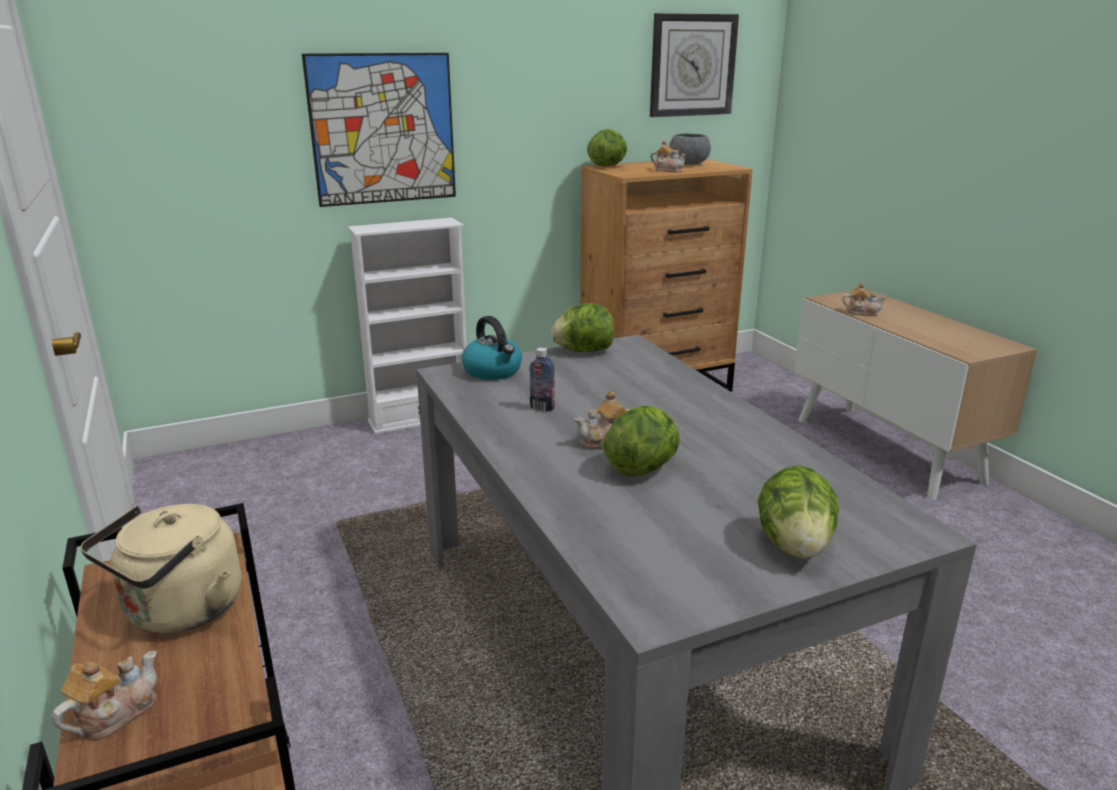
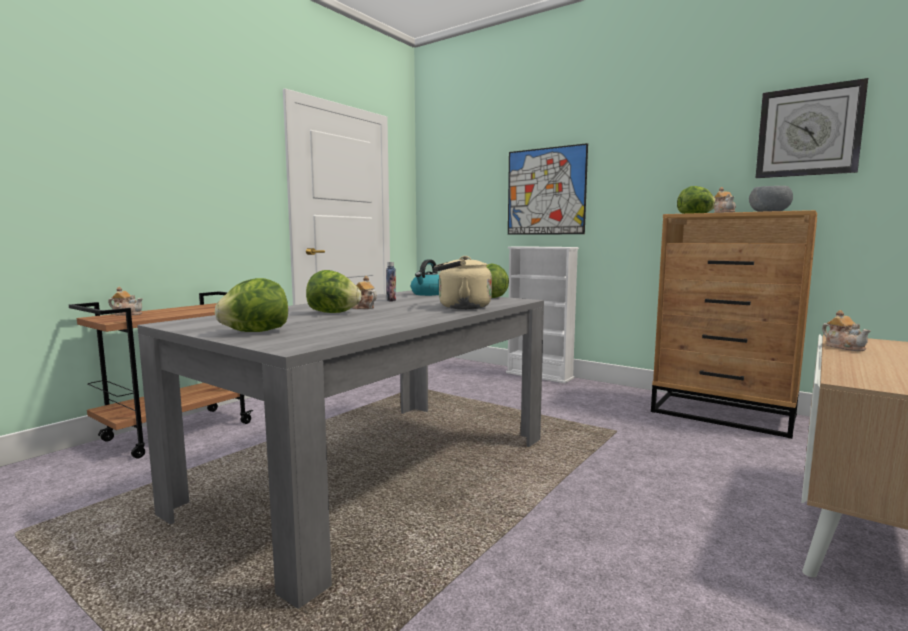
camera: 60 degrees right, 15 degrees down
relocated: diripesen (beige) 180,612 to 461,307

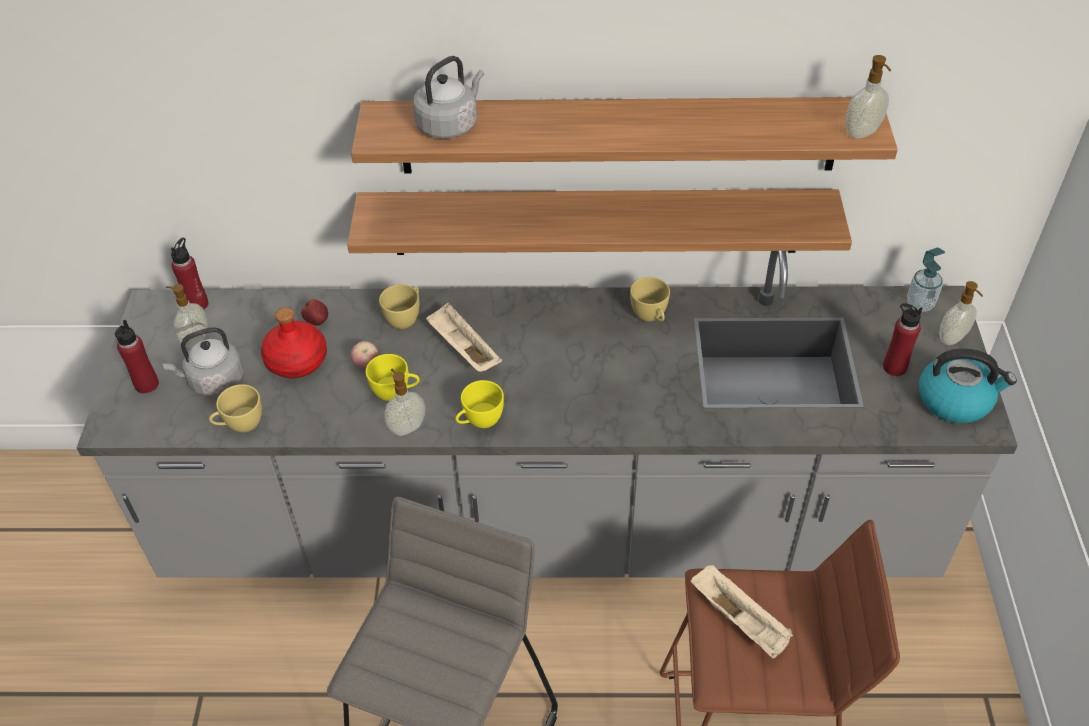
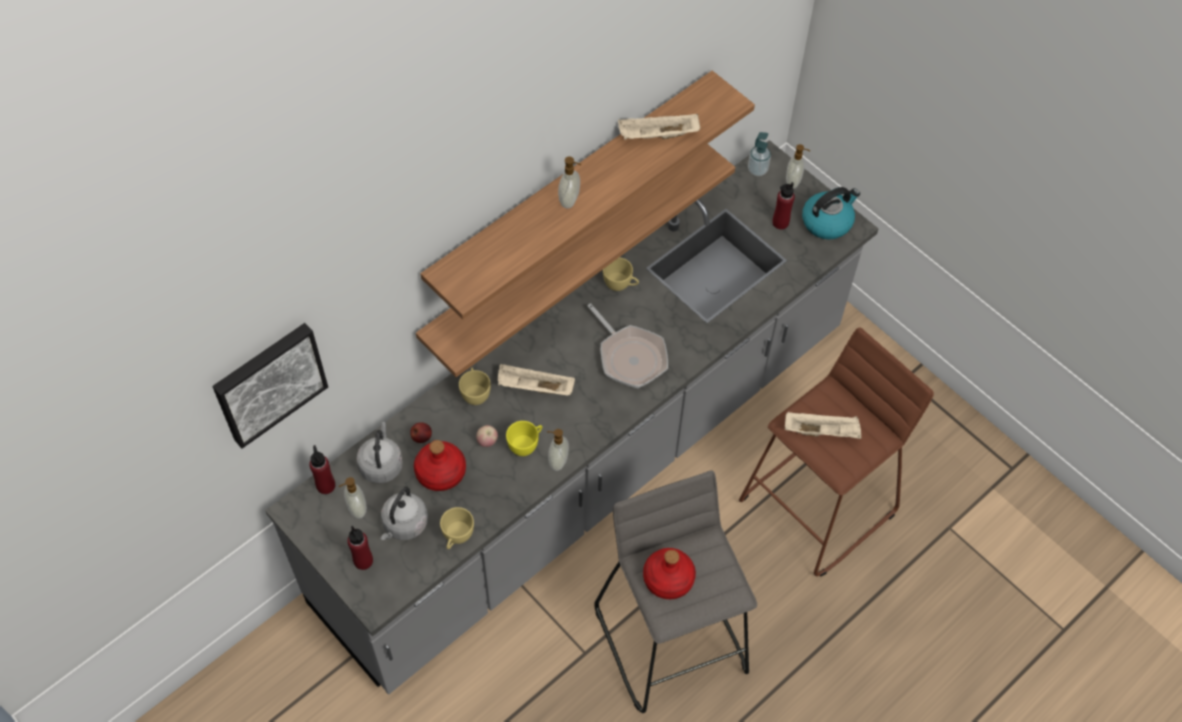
camera: 45 degrees left, 10 degrees up
missing: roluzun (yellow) 479,421
appeared: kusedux 268,382; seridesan 630,356; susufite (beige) 657,136; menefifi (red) 669,578
relocated: diripesen (grey) 450,124 to 381,464; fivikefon 862,133 to 570,200

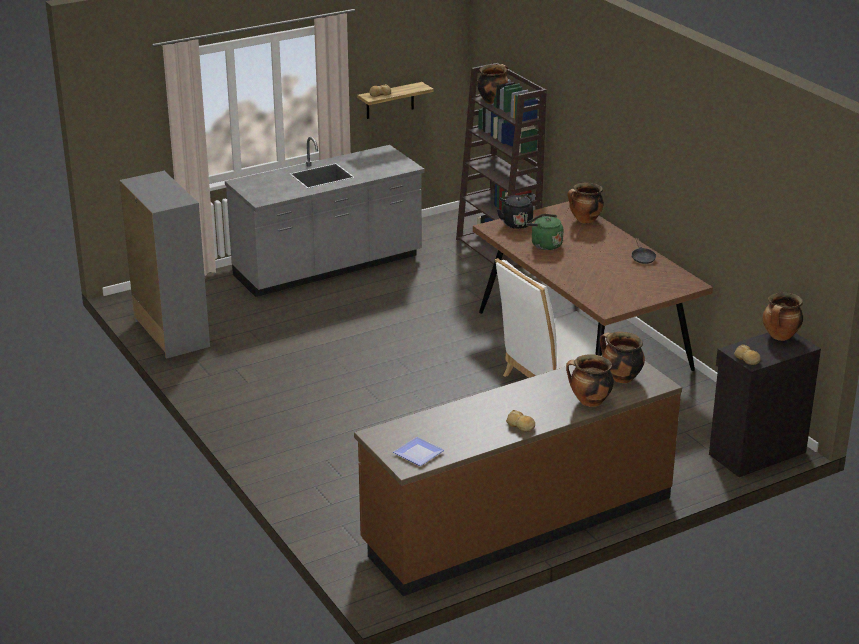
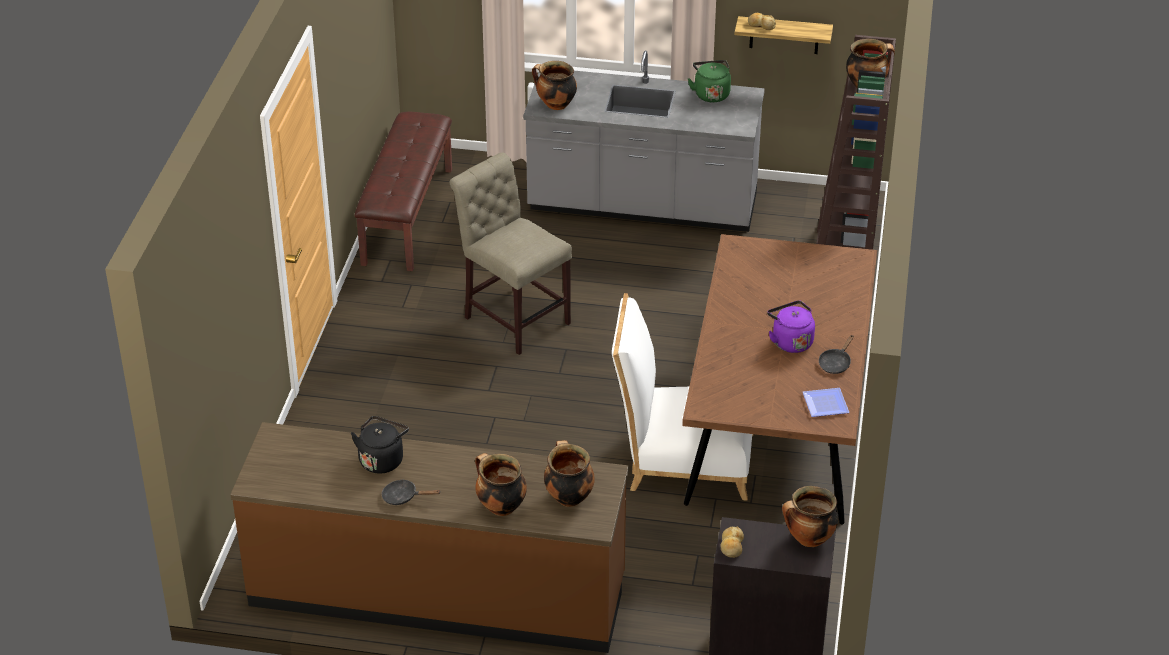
camera: 40 degrees right, 10 degrees up
appeared: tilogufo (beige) 513,317; diripesen (purple) 790,341
relocated: diripesen (black) 516,223 to 382,459; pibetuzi 584,220 to 555,105; diripesen (green) 544,245 to 711,94; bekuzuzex 416,453 to 823,403
exchanged: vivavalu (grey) 171,333 to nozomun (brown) 406,216; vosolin 520,425 to seridesan (black) 403,497

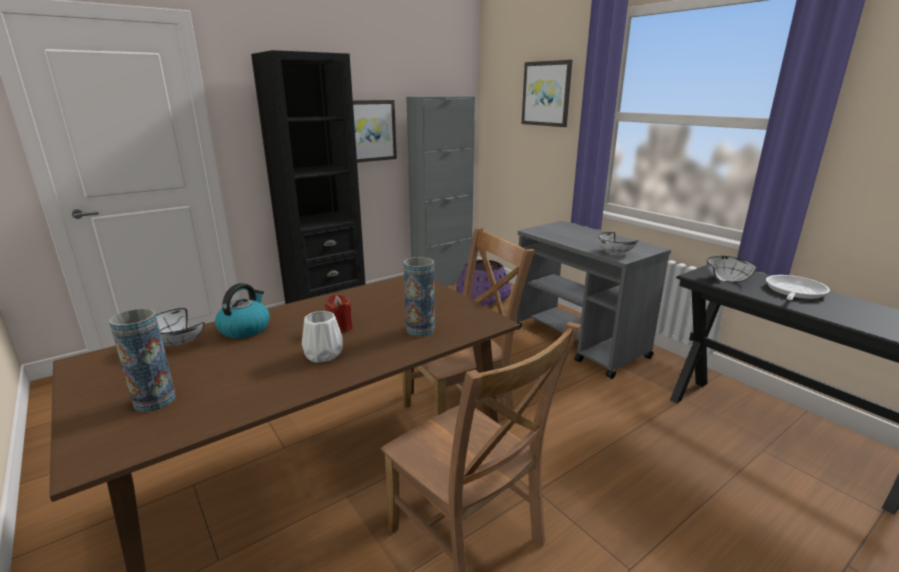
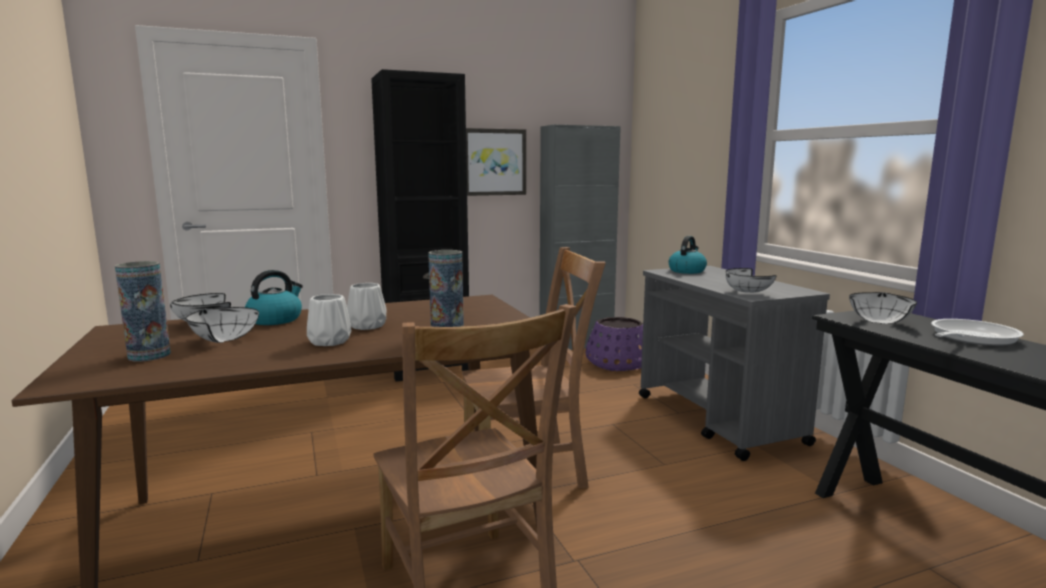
camera: 15 degrees right, 10 degrees down
missing: kusedux 546,94
appeared: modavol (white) 220,340; diripesen 687,271
exchanged: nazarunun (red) 340,328 to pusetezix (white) 366,326

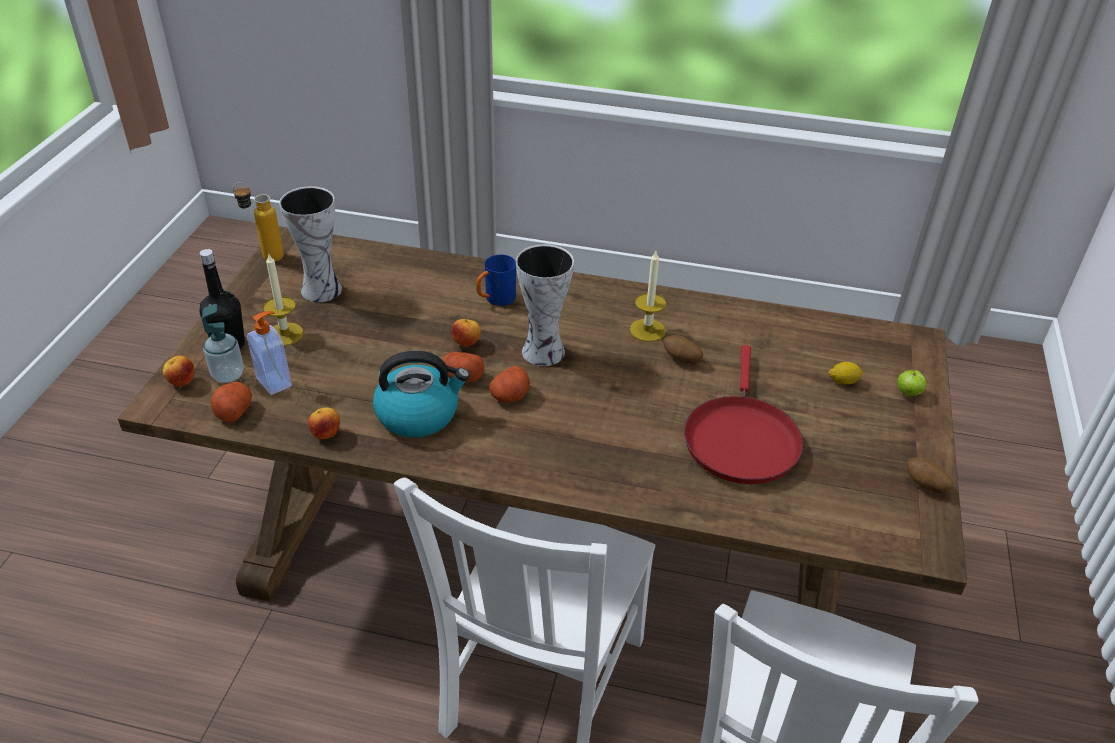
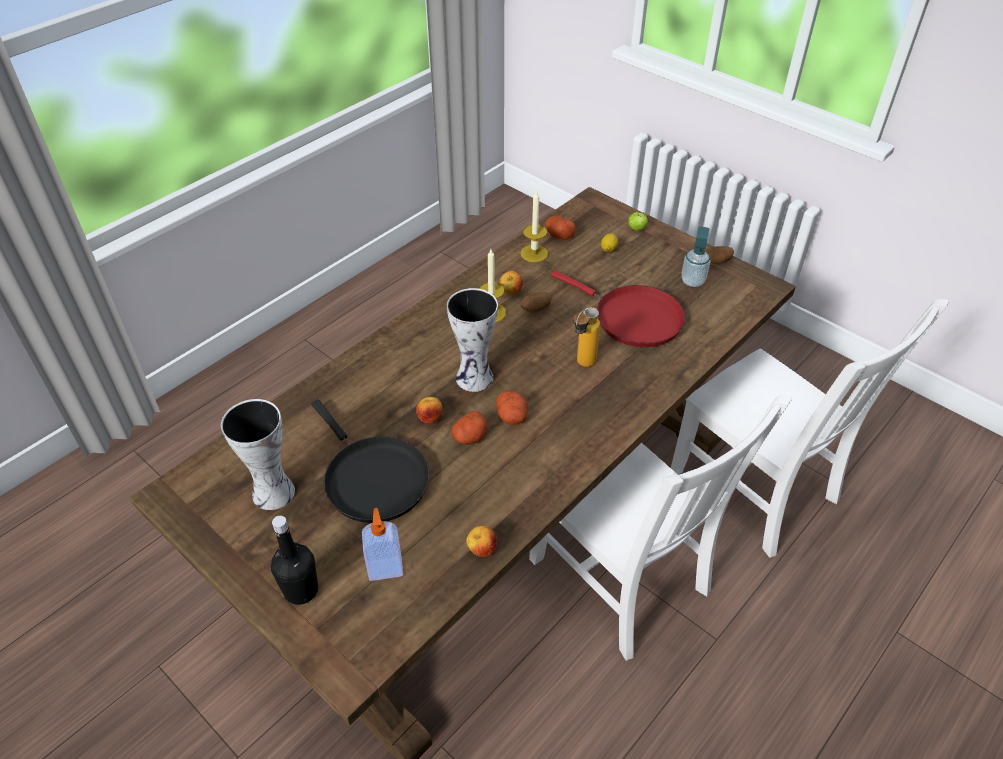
camera: 60 degrees left, 5 degrees up
missing: diripesen 419,414; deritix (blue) 495,300
appeared: seridesan (black) 372,479
relocated: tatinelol 182,382 to 511,292; nazarunun 285,334 to 534,253; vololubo 233,410 to 559,235; menefifi 265,256 to 581,365; fivikefon 228,375 to 693,281

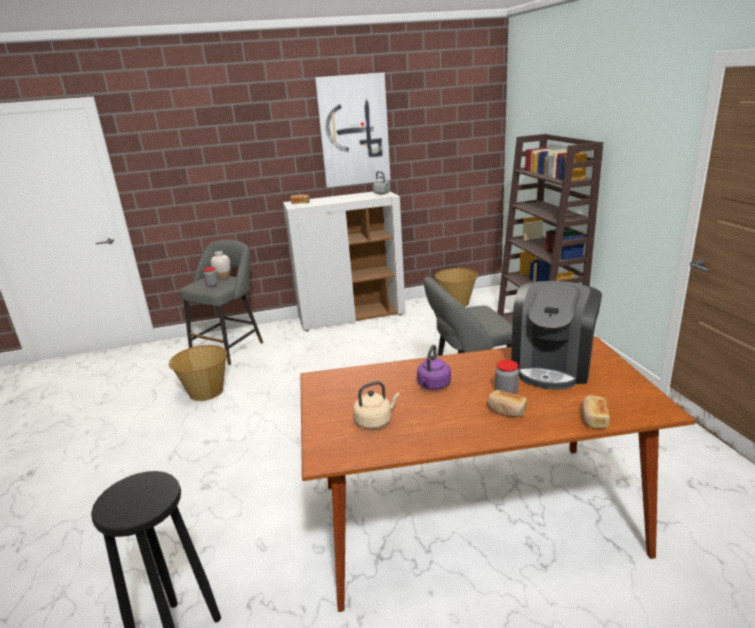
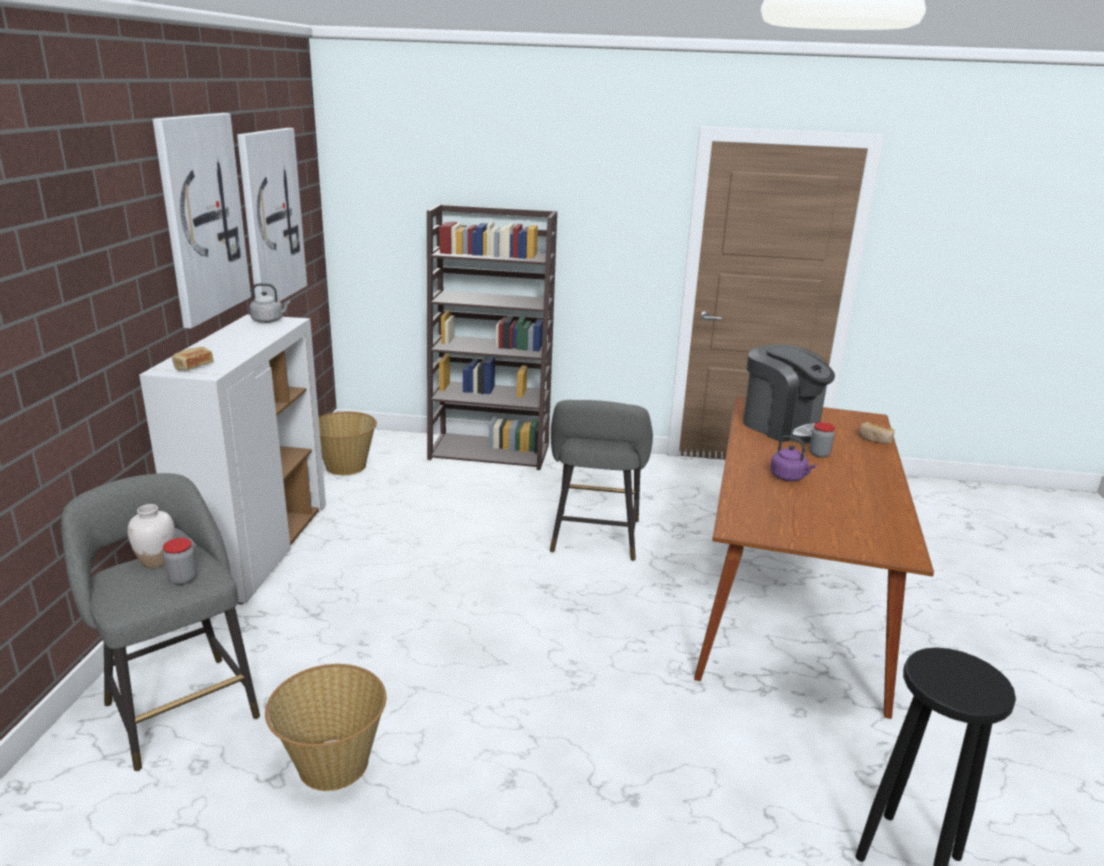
camera: 70 degrees left, 0 degrees up
missing: diripesen (beige) 375,421; vosolin 506,411
appeared: kusedux 271,217

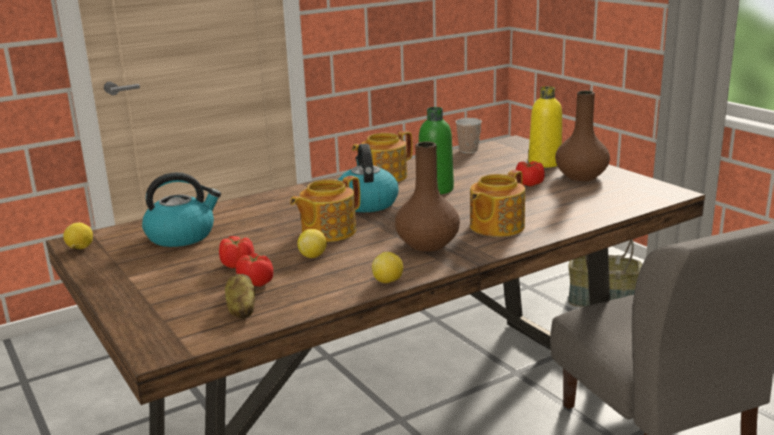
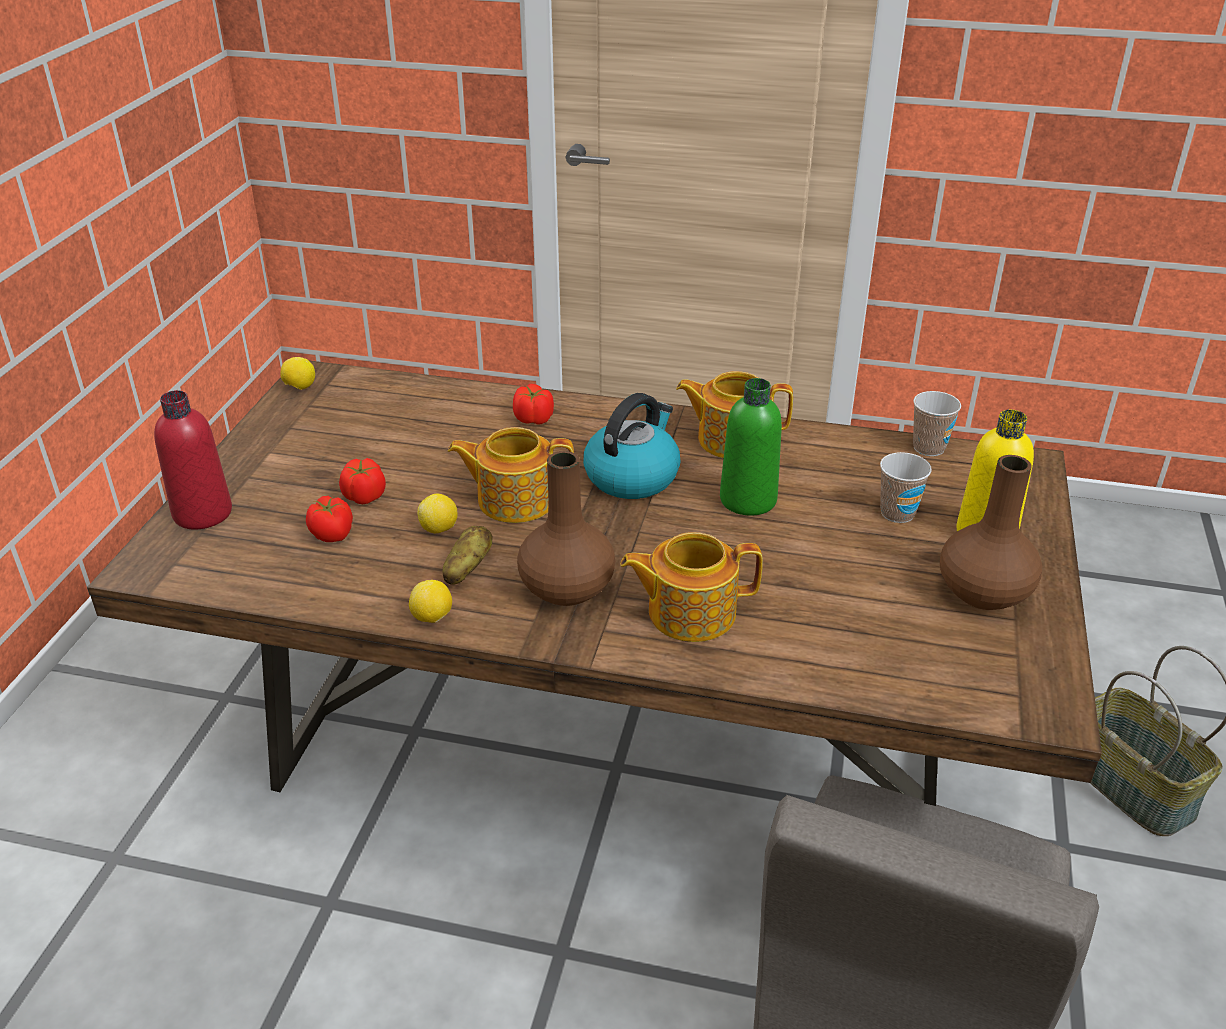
camera: 45 degrees right, 15 degrees up
missing: diripesen 182,236
appeared: menefifi (red) 202,513; roluzun 897,513
relocated: vololubo 241,310 to 467,569; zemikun 529,184 to 534,419

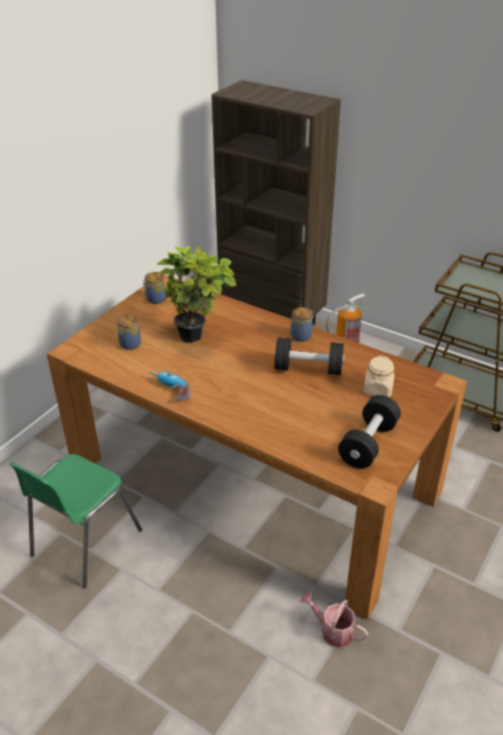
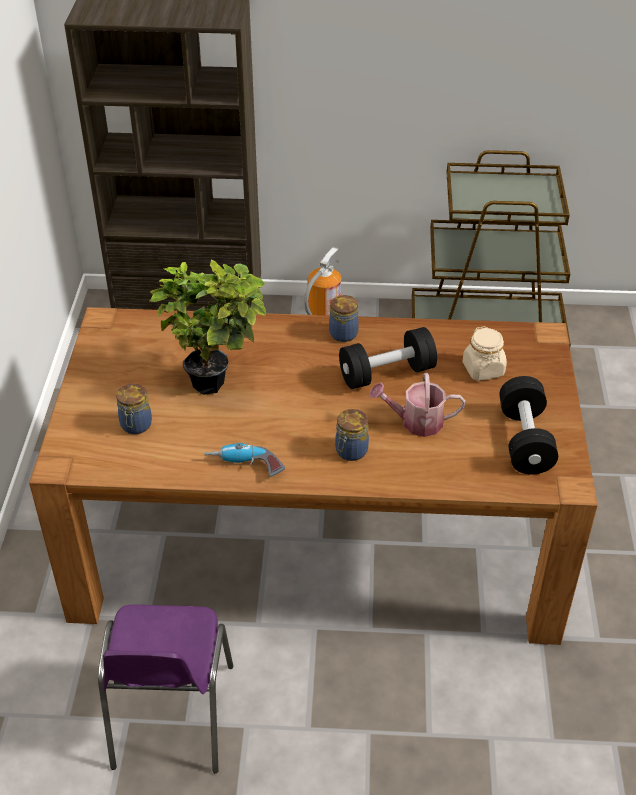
camera: 30 degrees left, 5 degrees up
relocated: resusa 155,299 to 350,451; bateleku 332,630 to 416,422
colour: tilogufo (green) 83,544 to tilogufo (purple) 171,719

